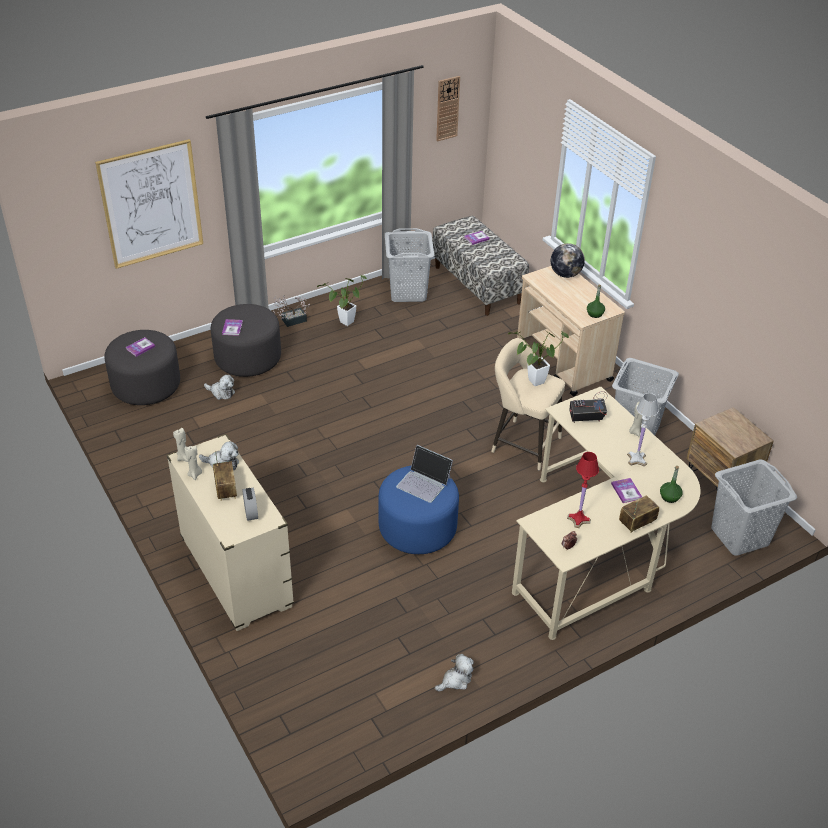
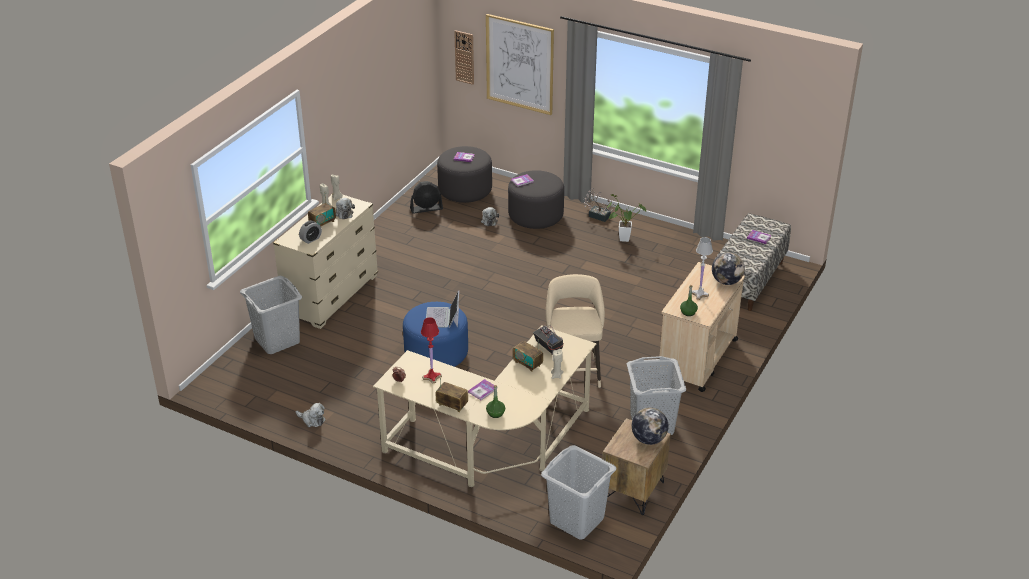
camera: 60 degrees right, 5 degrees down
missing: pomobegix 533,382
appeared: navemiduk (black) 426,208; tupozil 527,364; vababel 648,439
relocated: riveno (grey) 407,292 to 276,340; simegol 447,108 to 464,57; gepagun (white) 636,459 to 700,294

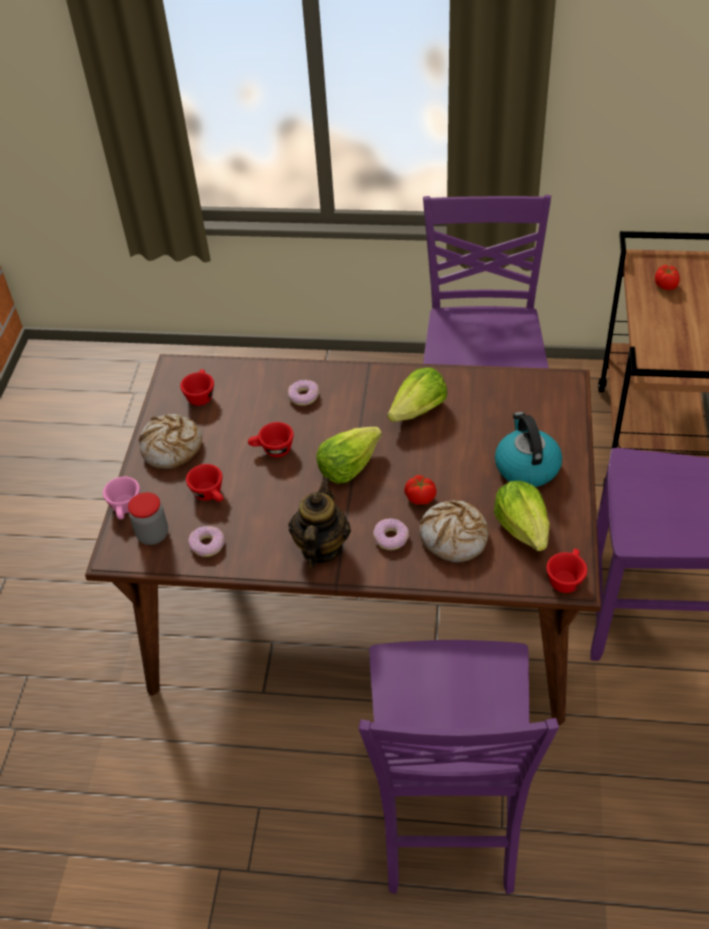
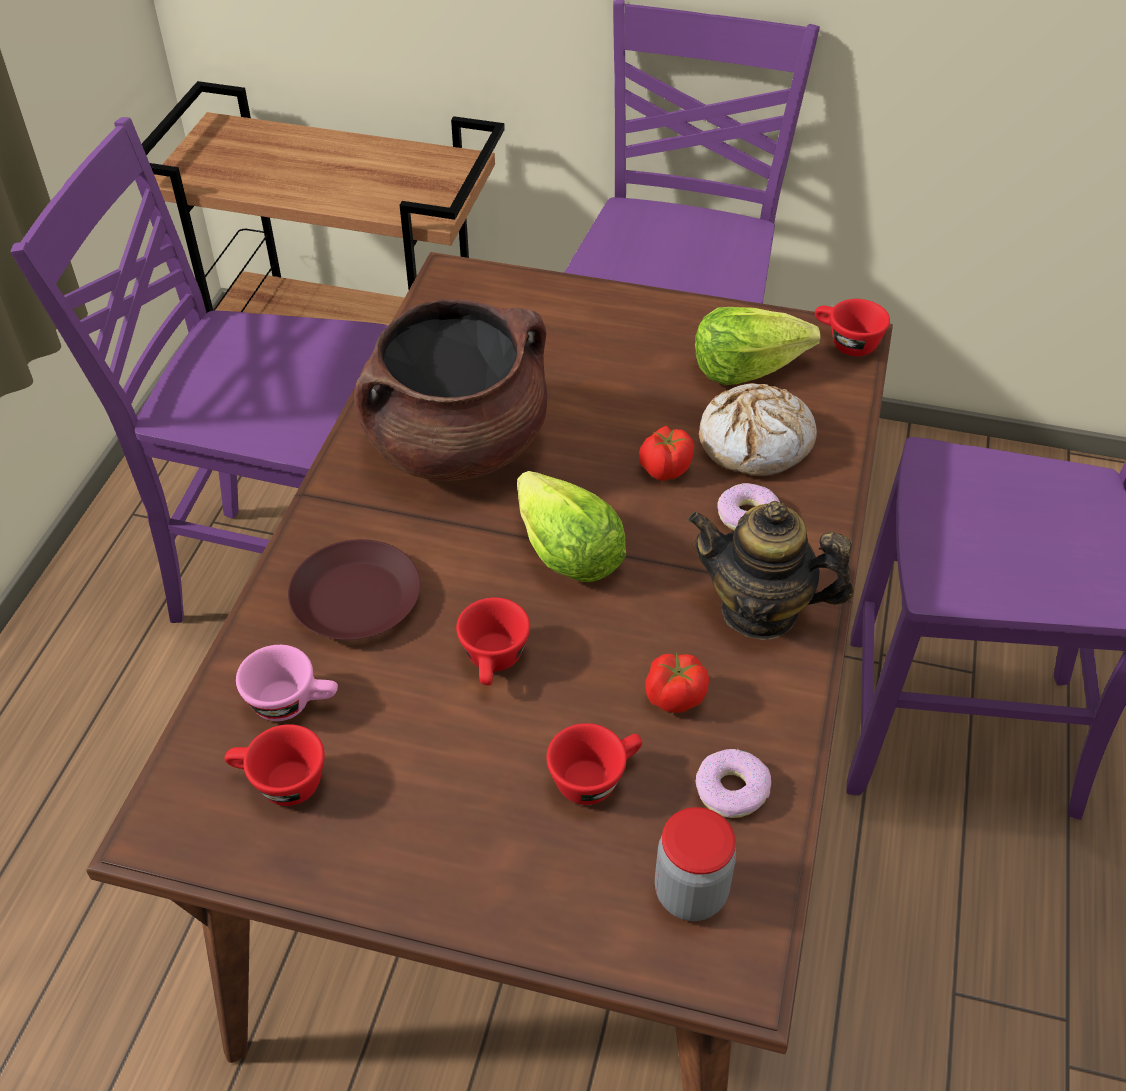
camera: 85 degrees left, 0 degrees up
missing: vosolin 171,448; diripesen 526,467
relocated: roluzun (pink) 126,509 to 293,702; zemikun 665,286 to 674,697
exchanged: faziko 303,396 to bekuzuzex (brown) 356,600; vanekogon 418,411 to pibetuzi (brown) 457,444

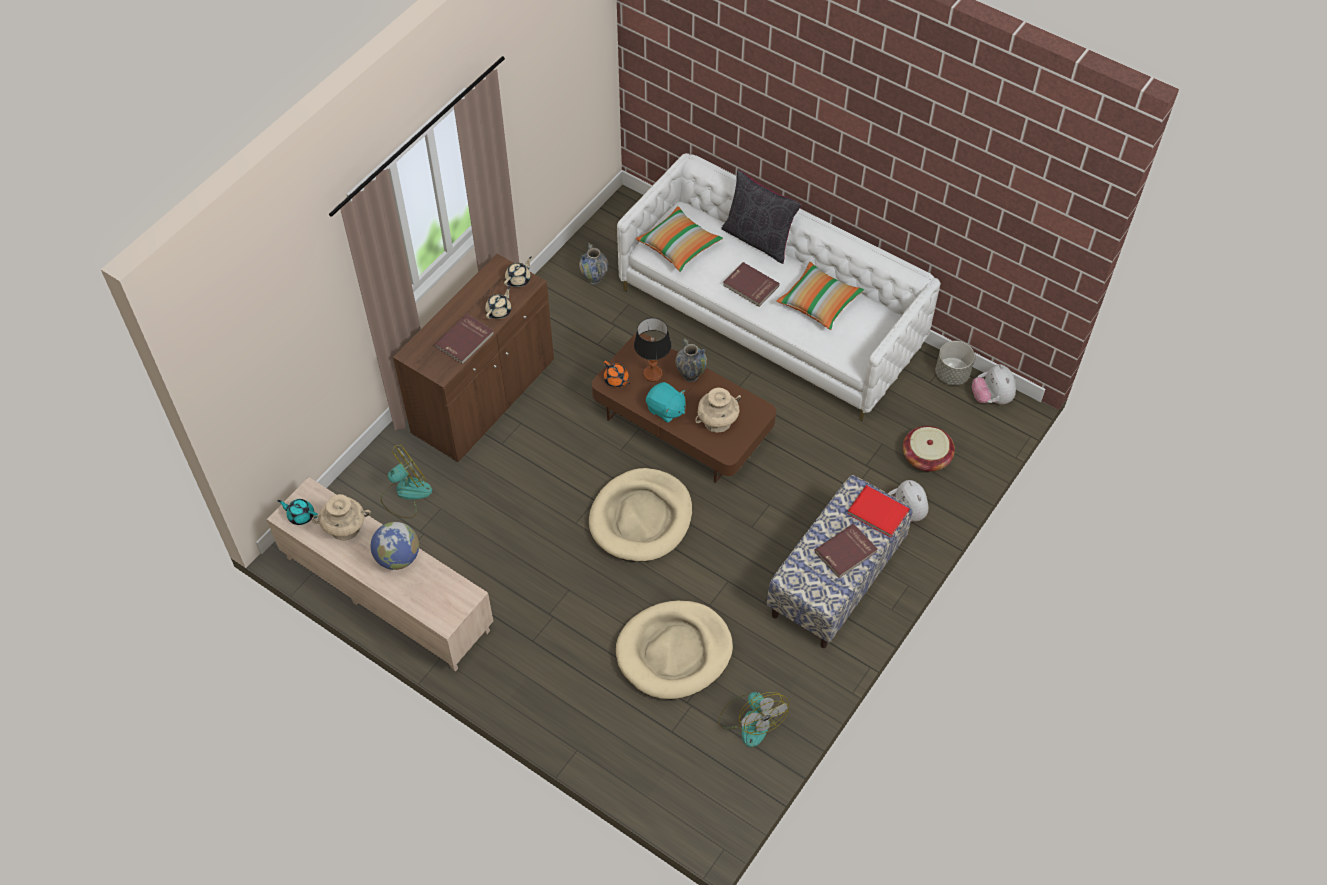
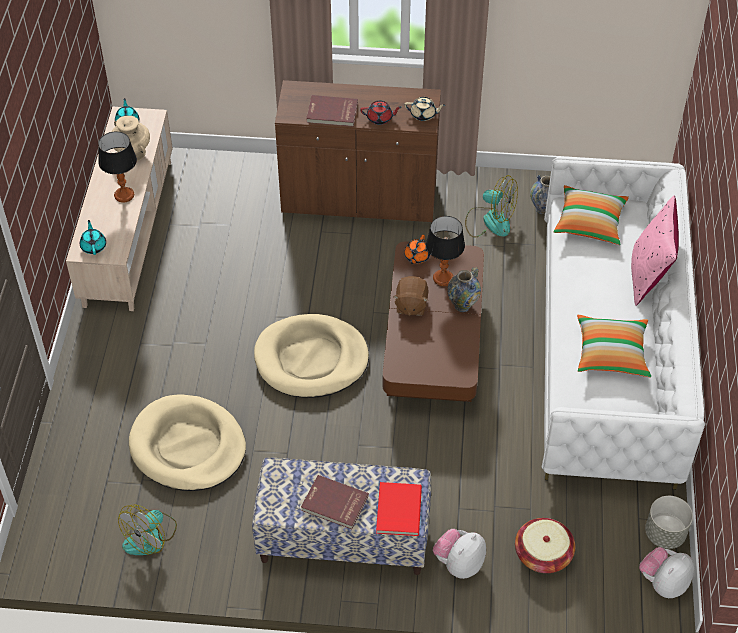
camera: 60 degrees right, 5 degrees down
missing: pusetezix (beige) 717,421; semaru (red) 750,286
appeared: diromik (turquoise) 93,246
relocated: navemiduk 406,493 to 489,221
exchanged: vababel 398,557 to gepagun 124,195
colour: diromik (beige) 499,311 to diromik (red) 380,118; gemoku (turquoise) 666,410 to gemoku (brown) 410,305; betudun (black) 758,239 to betudun (pink) 649,275

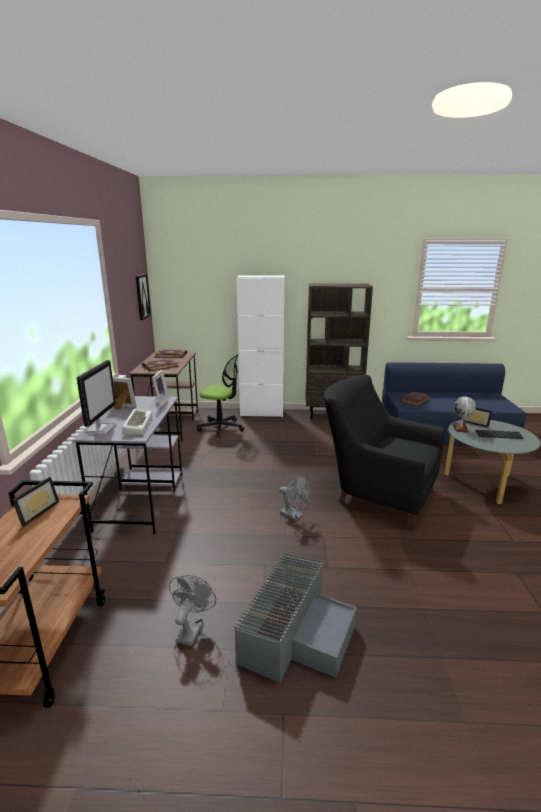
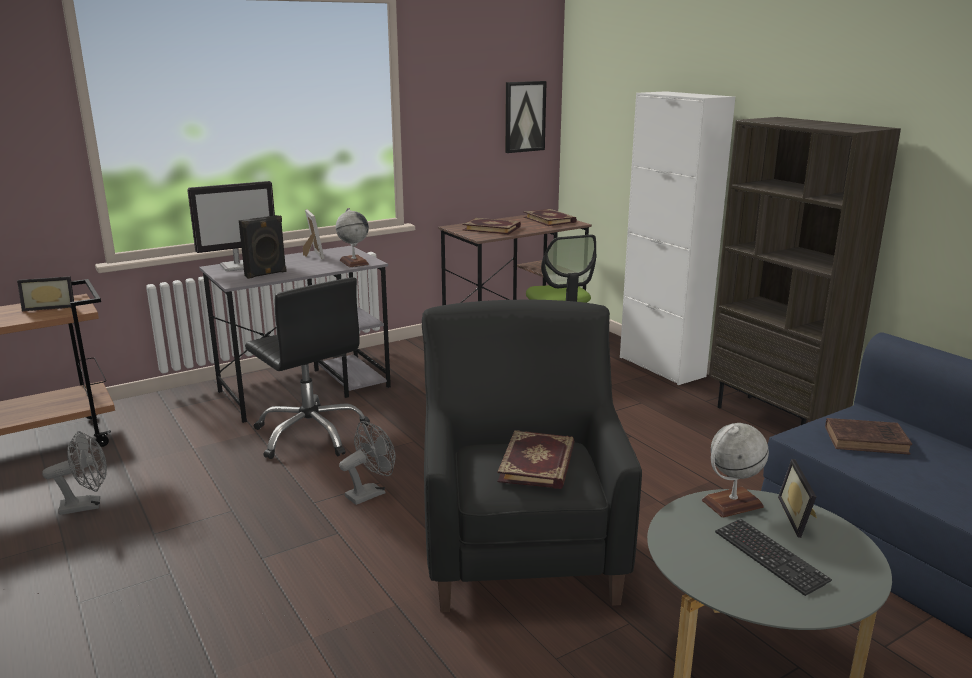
camera: 55 degrees right, 0 degrees up
missing: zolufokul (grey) 296,631
appeared: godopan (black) 311,434; semaru 538,463
exchanged: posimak 137,425 to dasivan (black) 266,274; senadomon 160,402 to vababel 354,262
spun: navemiduk (grey) 294,516 = 370,493 135 degrees counterclockwise

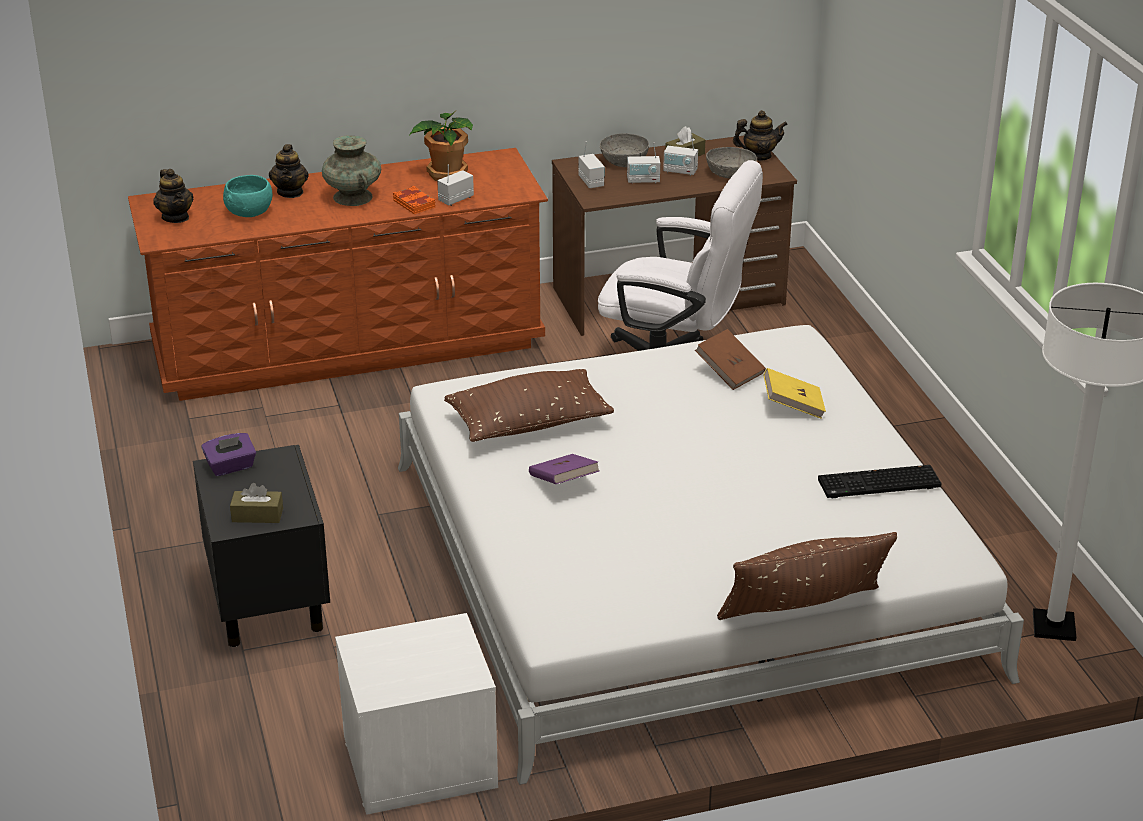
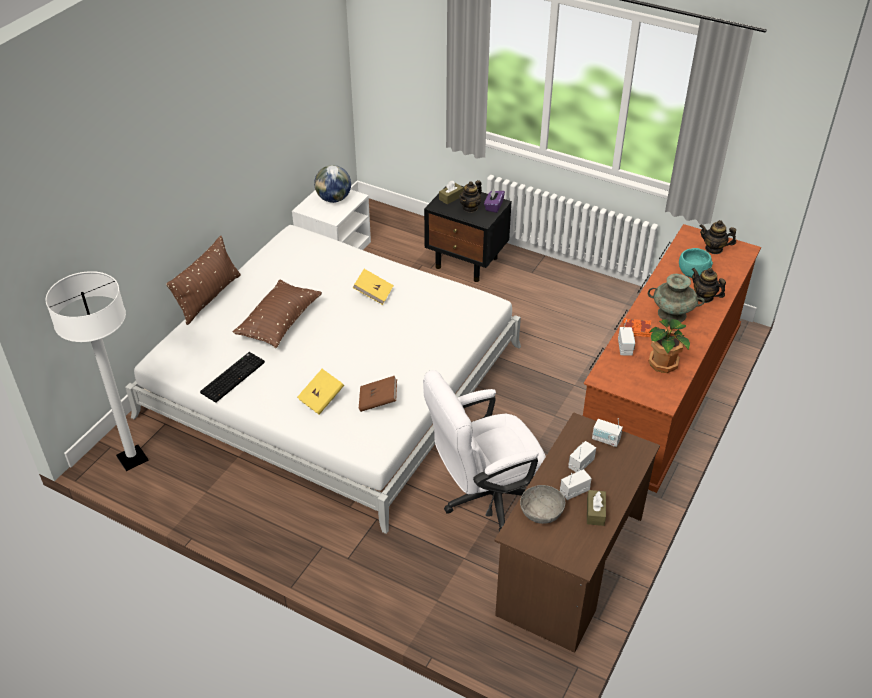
camera: 135 degrees right, 10 degrees up
missing: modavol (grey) 624,161
appeared: vababel 334,199
relocated: betudun (brown) 529,423 to 279,322; diromik 758,156 to 470,208
colour: semaru (purple) 563,483 to semaru (yellow) 373,293

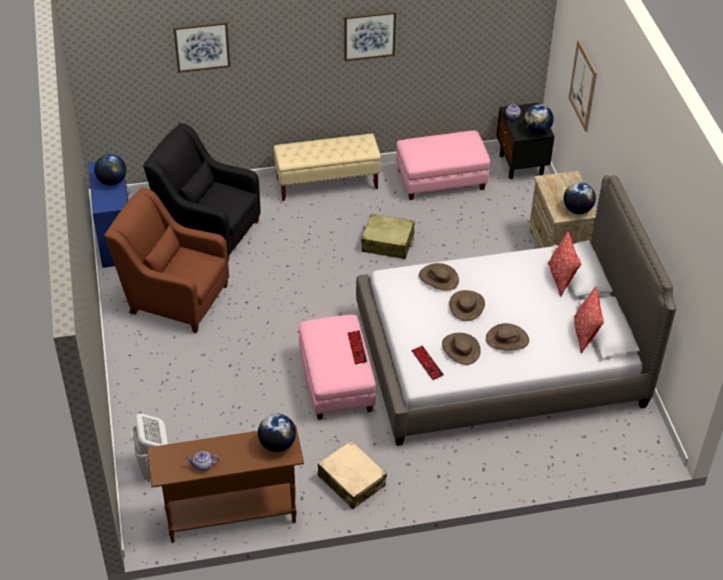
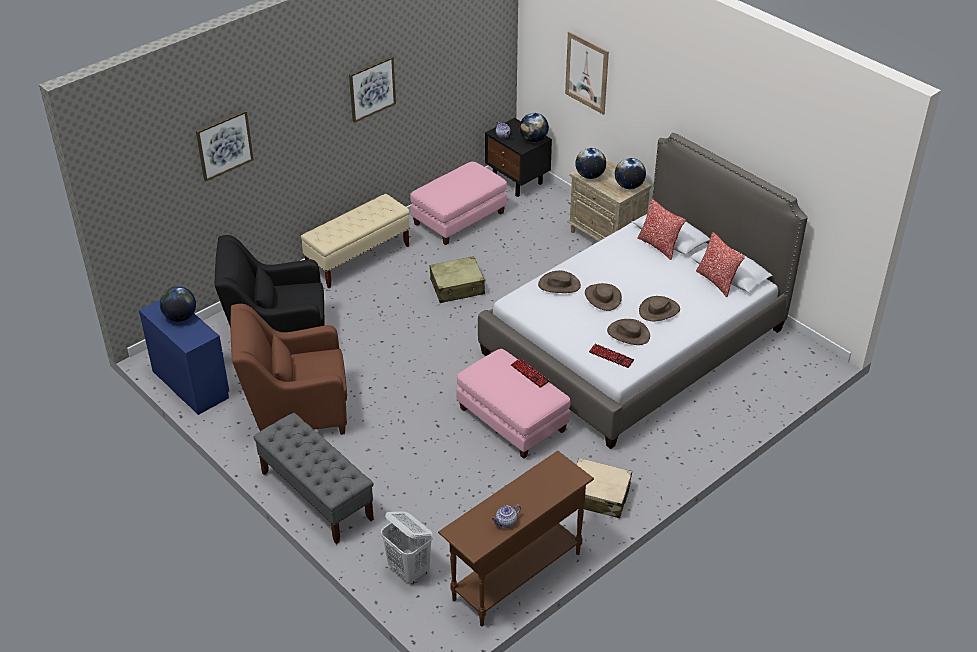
camera: 30 degrees left, 5 degrees down
appeared: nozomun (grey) 316,495
relocated: vababel 277,444 to 590,176

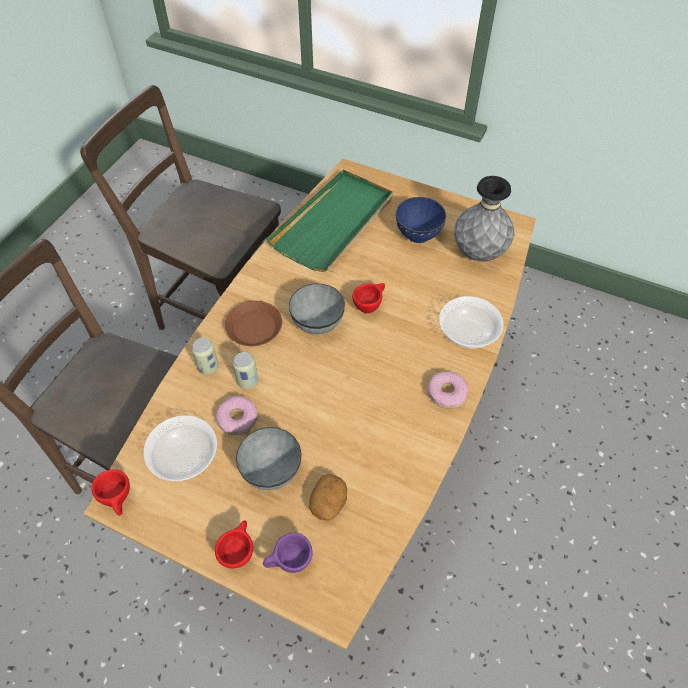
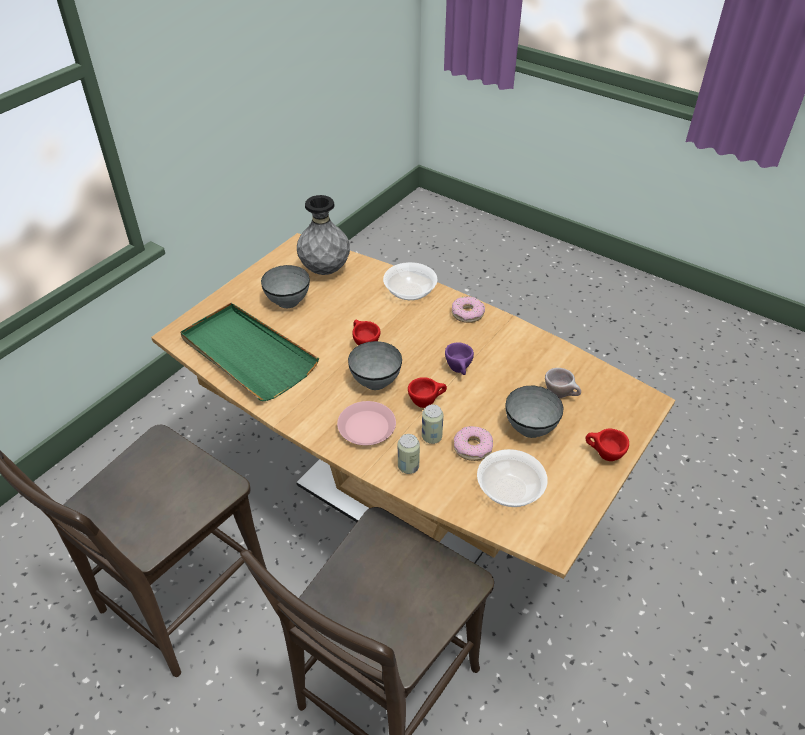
camera: 80 degrees left, 10 degrees down
relocated: roluzun (red) 119,501 to 426,402; roluzun (purple) 289,563 to 459,370
exchanged: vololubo 328,502 to roluzun (beige) 561,395
colour: modavol (blue) 418,235 to modavol (grey) 288,301; bekuzuzex (brown) 254,327 to bekuzuzex (pink) 367,427

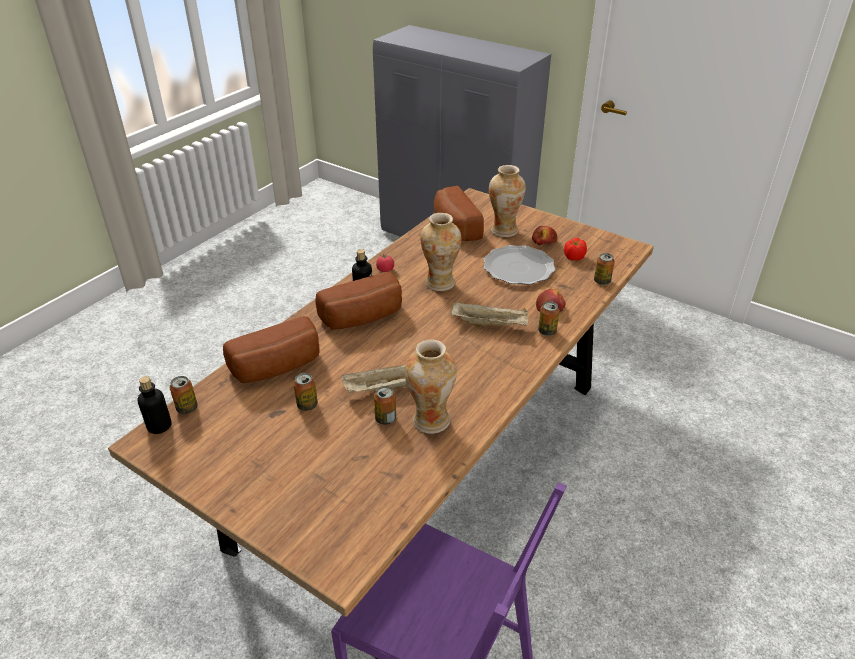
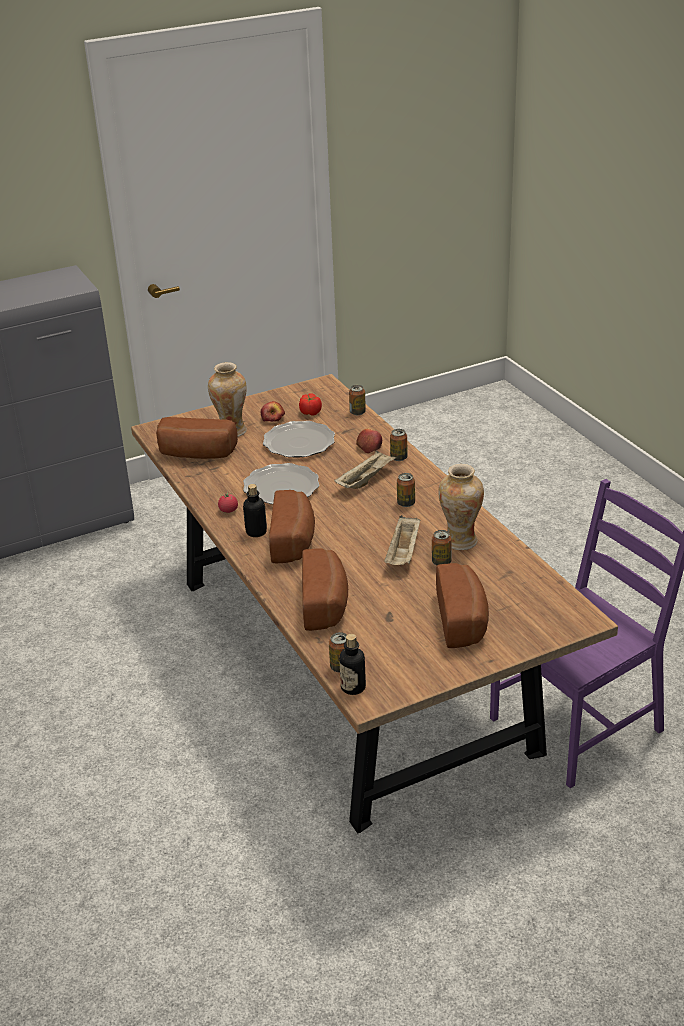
camera: 60 degrees left, 5 degrees down
appeared: vosolin 463,620
relocated: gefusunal 307,405 to 406,503
exchanged: pusetezix 440,283 to bekuzuzex 281,487

